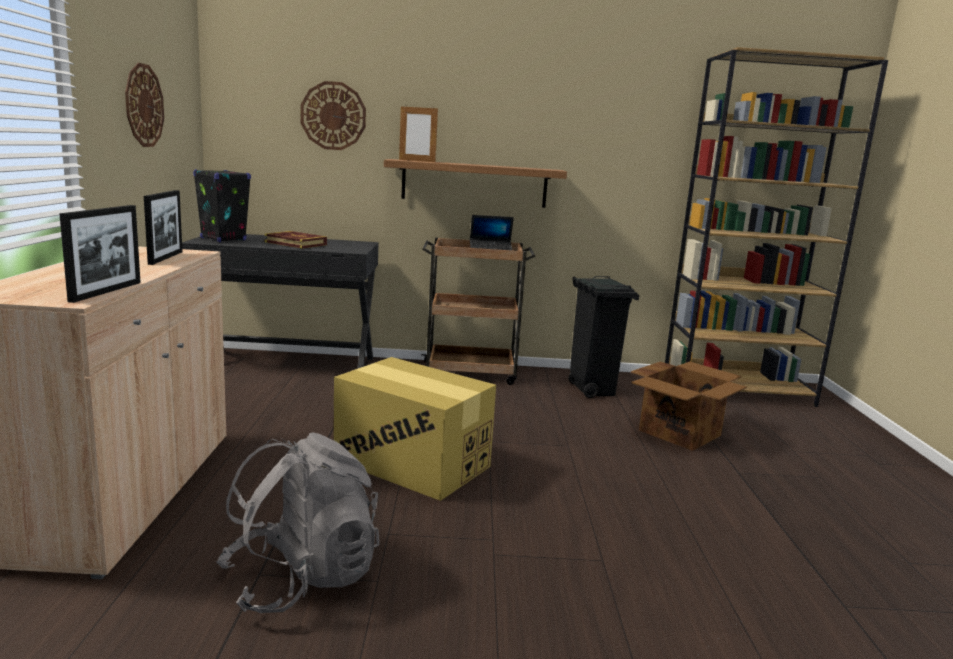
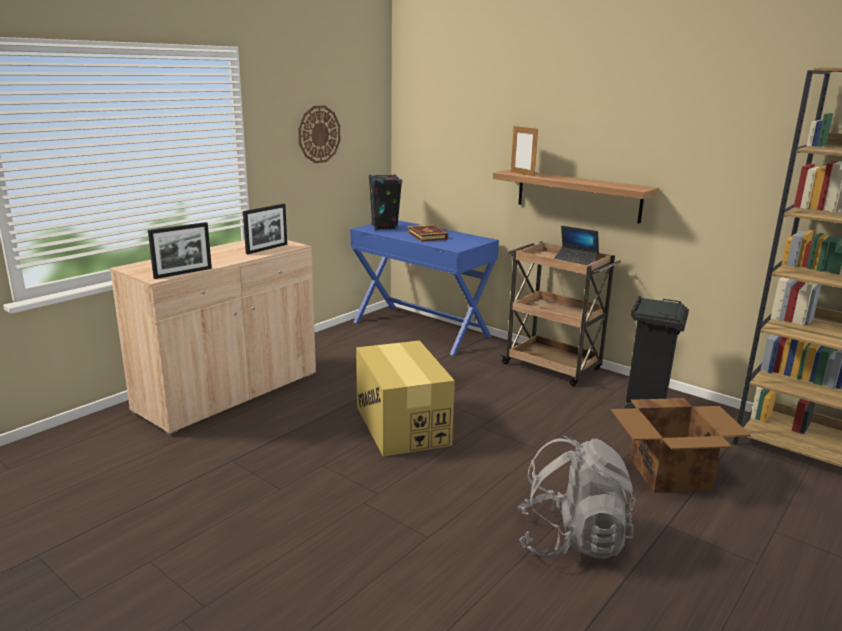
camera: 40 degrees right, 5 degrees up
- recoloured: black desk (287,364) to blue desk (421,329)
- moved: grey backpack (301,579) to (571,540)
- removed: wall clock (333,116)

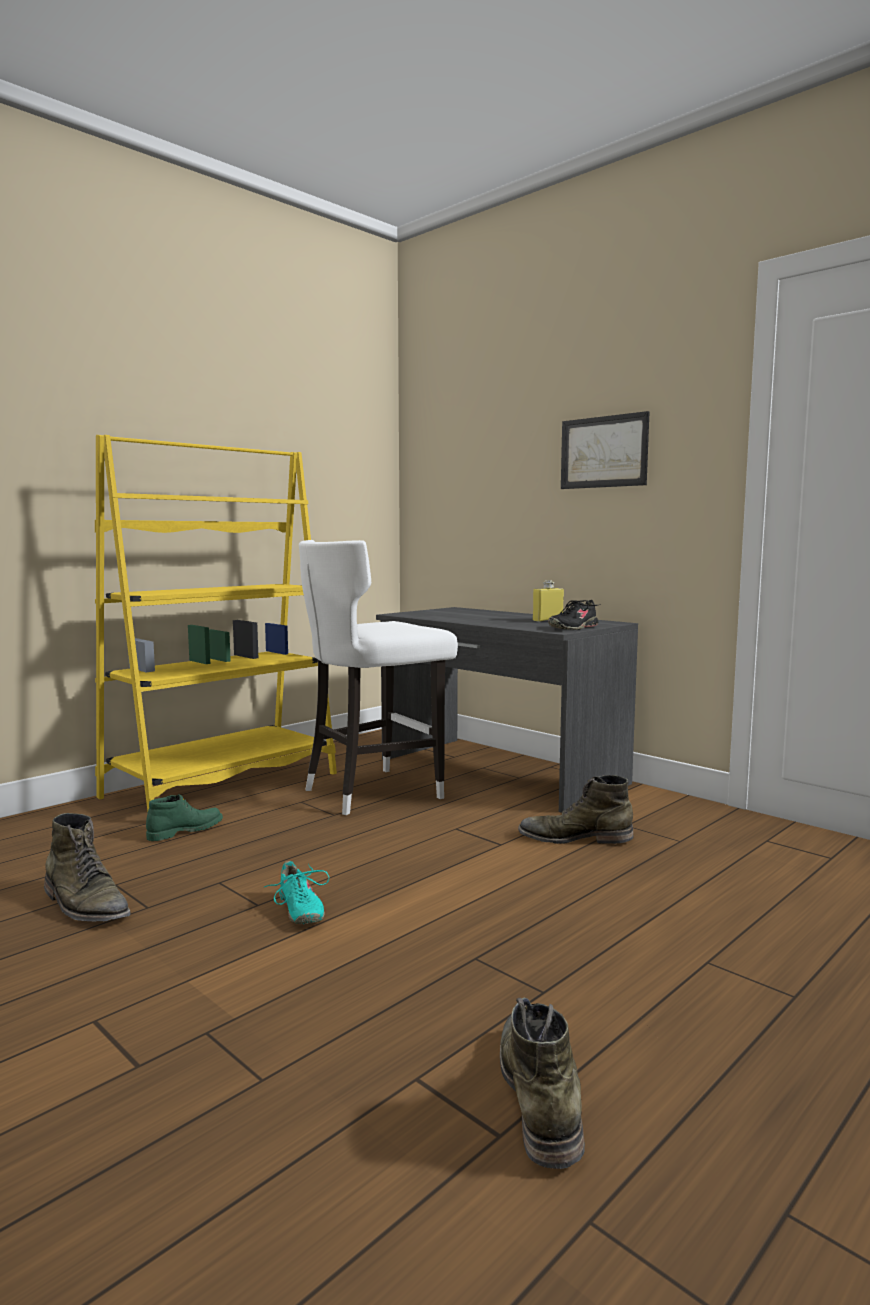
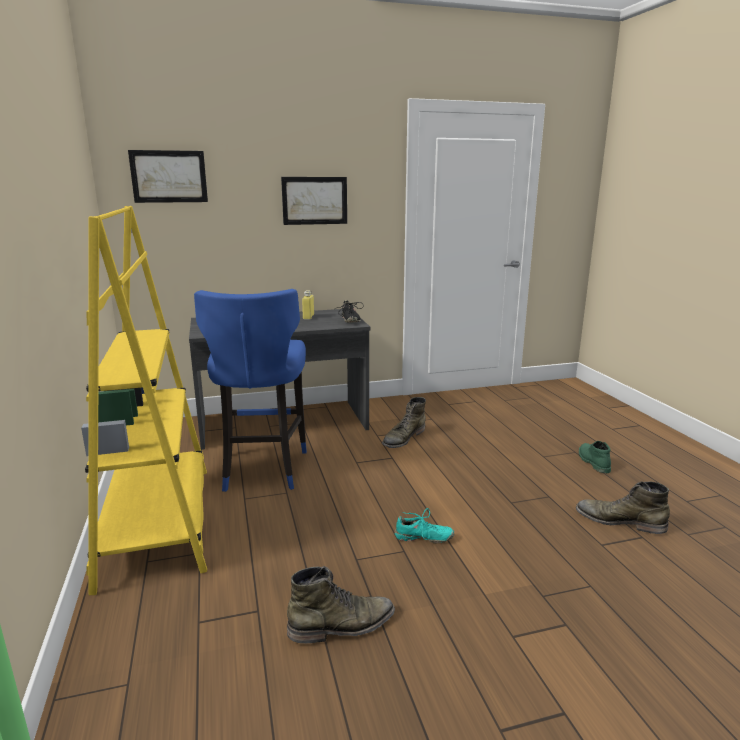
camera: 60 degrees left, 10 degrees up
- added: picture (169,176)
- recoloured: white stool (373,792) to blue stool (262,469)
- moved: green boot (185,831) to (592,462)

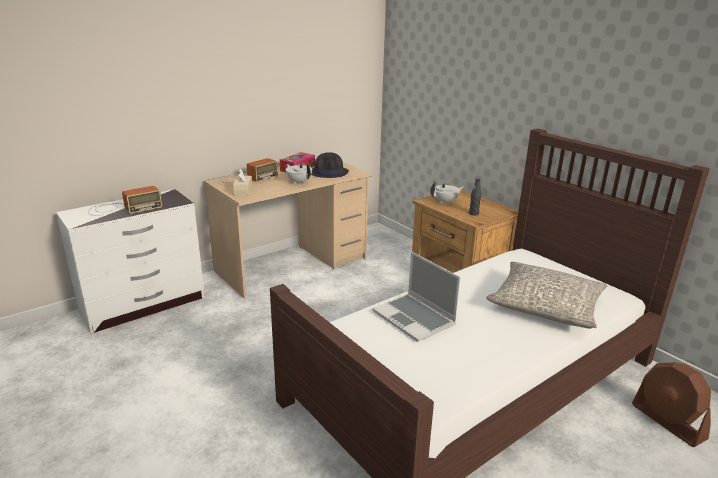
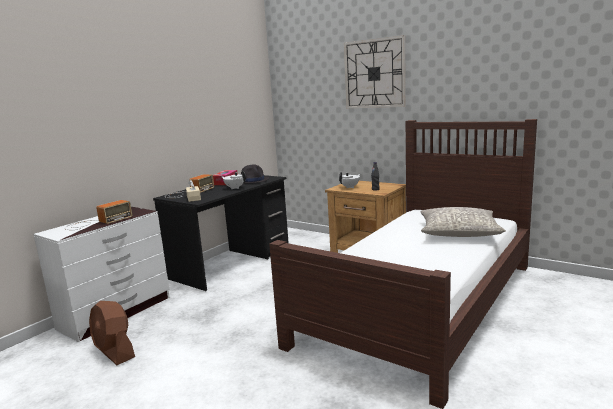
camera: 15 degrees left, 10 degrees down
- moved: brown fan (668,422) to (114,352)
- recoloured: beige desk (292,265) to black desk (232,263)
- added: wall clock (374,74)
- removed: laptop (415,318)

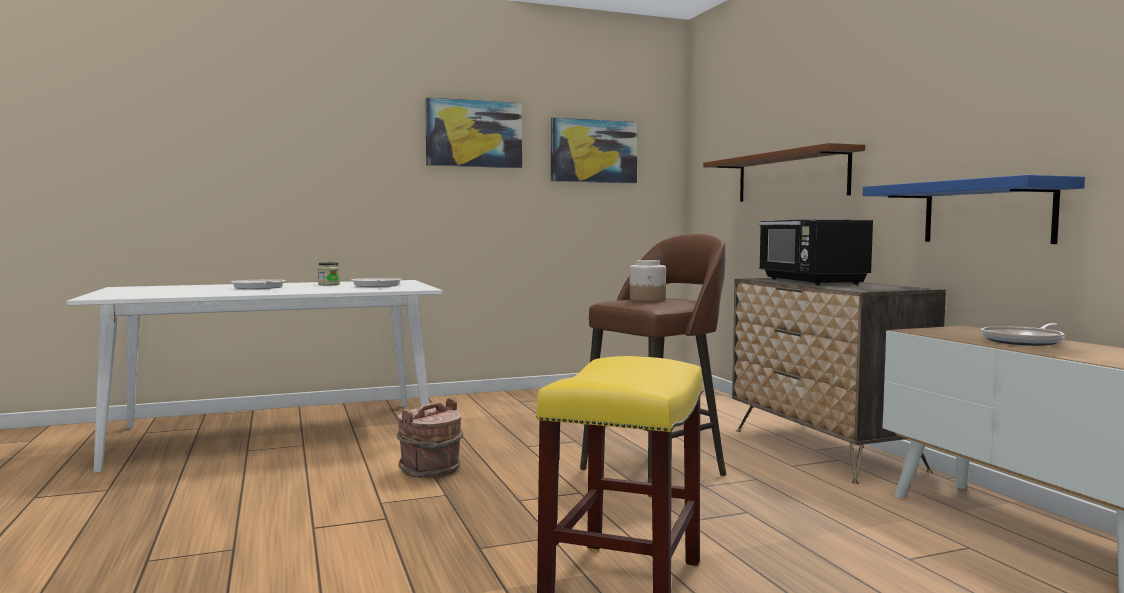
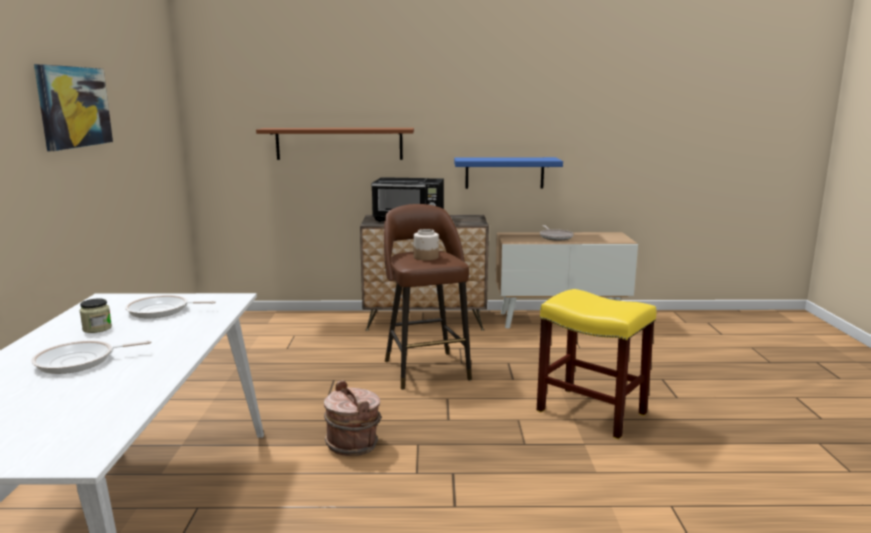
camera: 70 degrees left, 10 degrees up
- removed: picture (593,151)

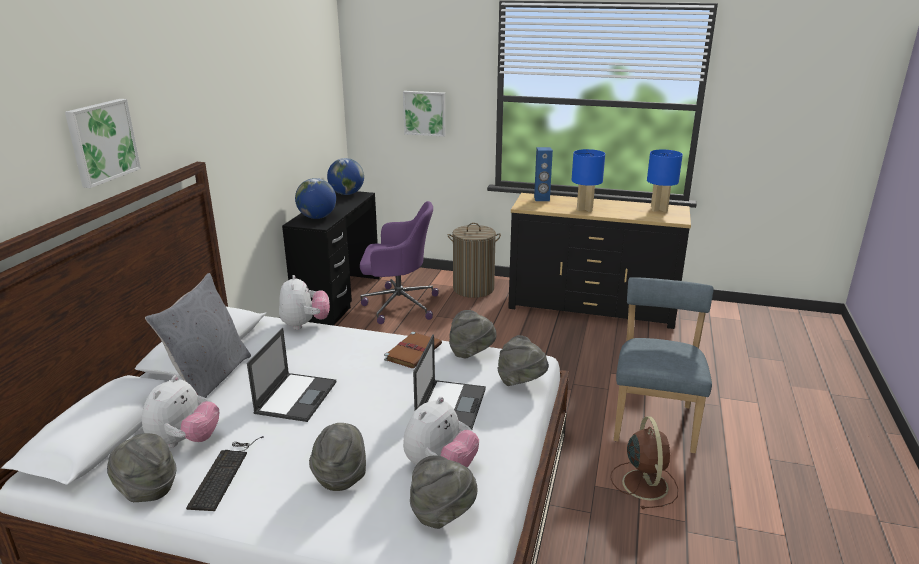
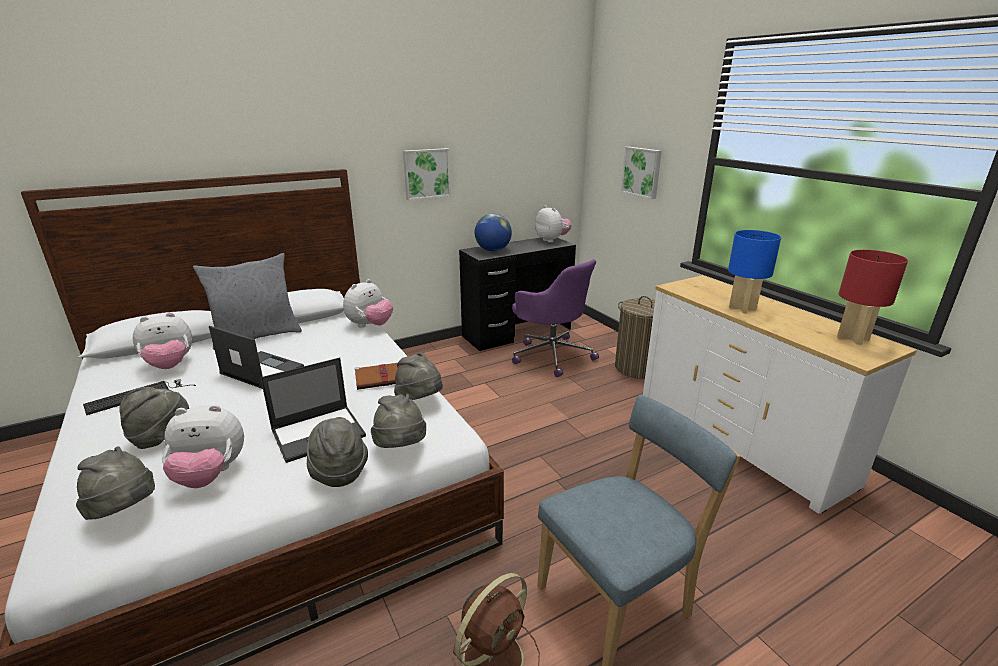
camera: 45 degrees right, 0 degrees up
- turned: laptop (296,397) = (261,370) 120 degrees counterclockwise
- moved: grey hat (147,489) to (338,472)
- moved: picture (101,141) to (426,173)
- replaced: globe (347,194) to plush toy (552,240)
- recoloured: black dresser (591,307) to white dresser (739,437)
- recoloured: blue table lamp (658,209) to red table lamp (852,338)
- removed: blue speaker (541,199)

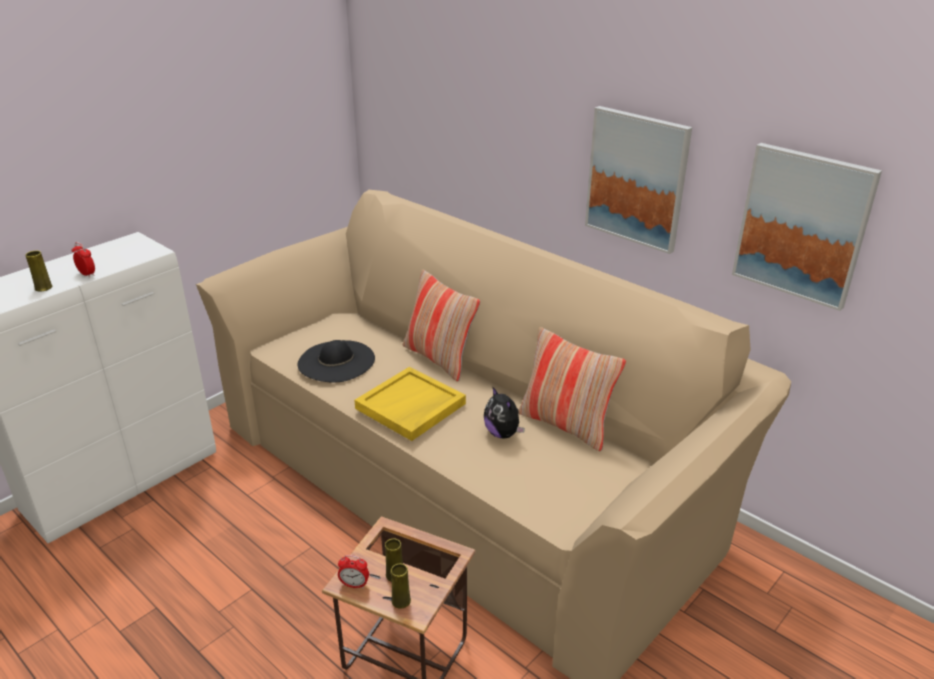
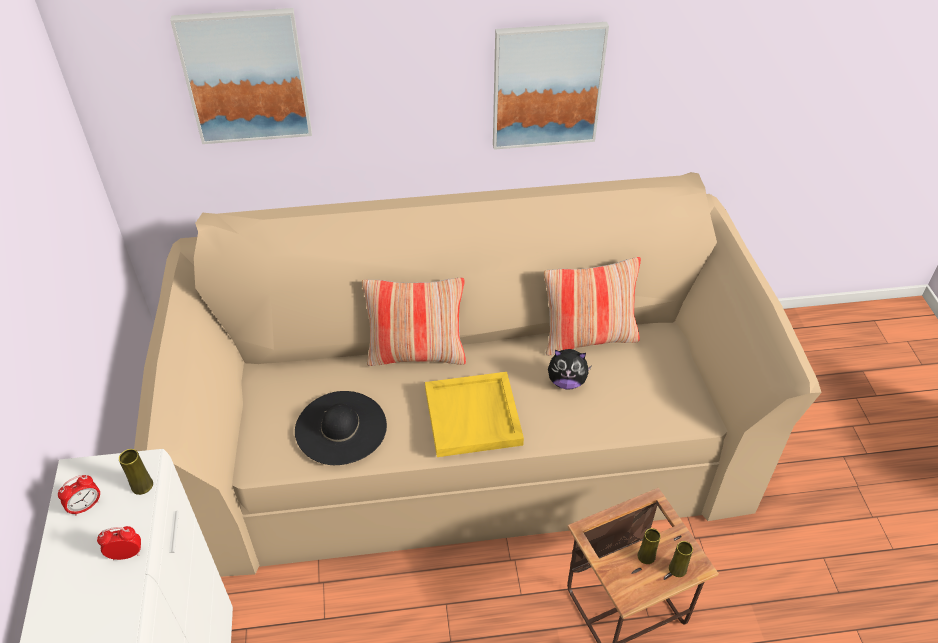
camera: 50 degrees left, 15 degrees up
- moved: alarm clock (354,584) to (86,506)
- moved: yellow vase (43,287) to (142,485)
- moved: picture (802,225) to (245,76)

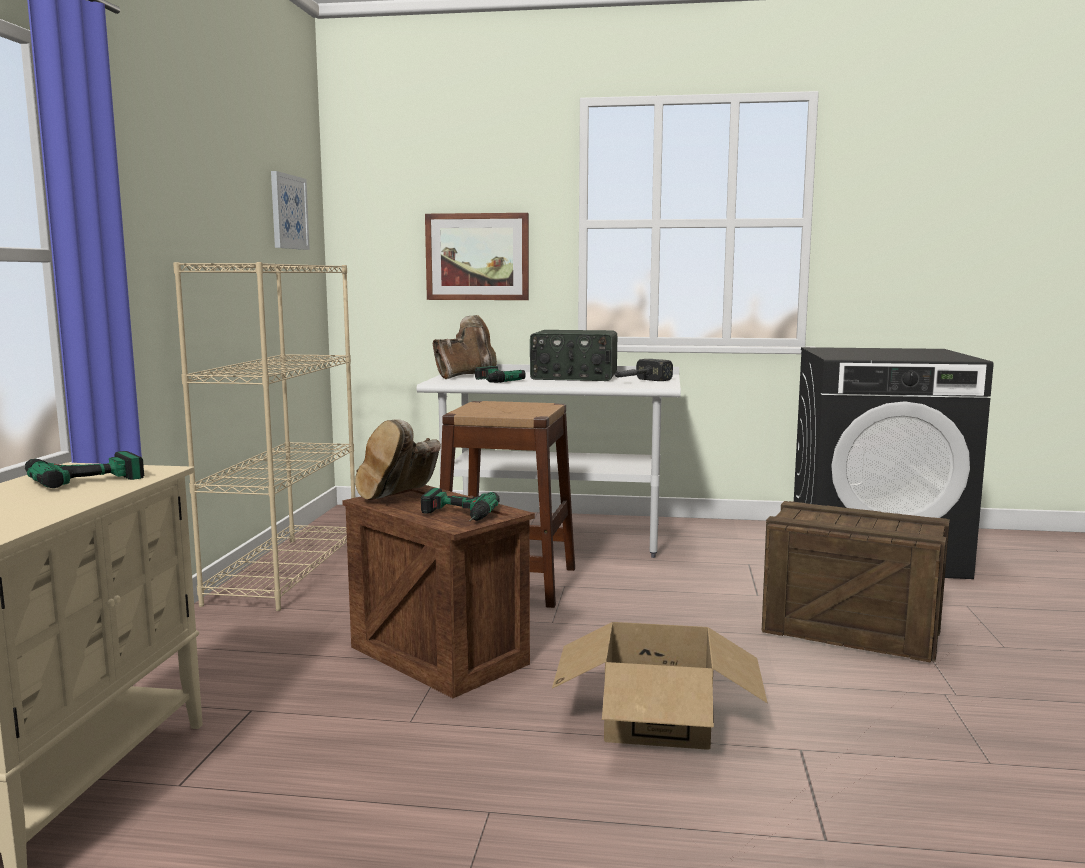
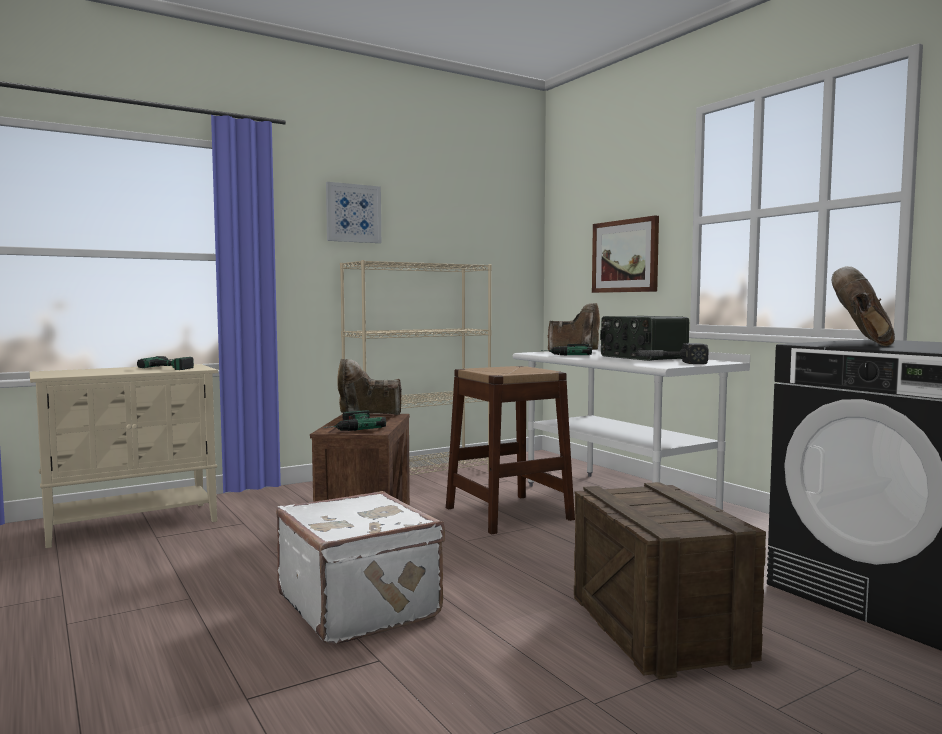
camera: 50 degrees right, 5 degrees down
- replaced: cardboard box (656,719) to white suitcase (360,605)
- moved: picture (288,212) to (353,213)
- added: brown boot (865,343)

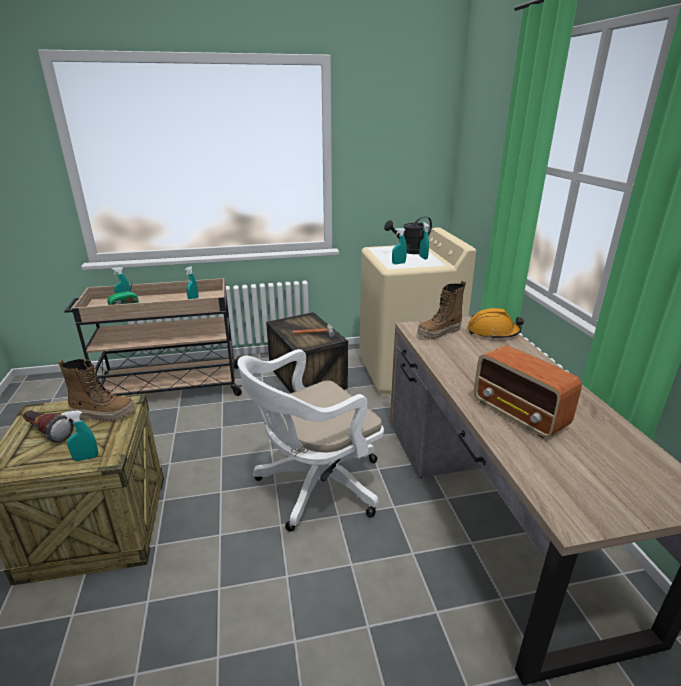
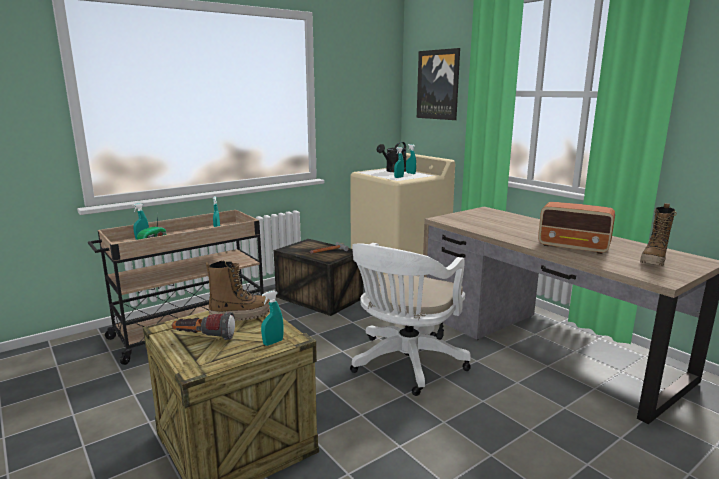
camera: 25 degrees left, 10 degrees down
- added: picture (438,84)
- moved: boot (439,333) to (654,261)
- removed: orange hard hat (493,332)

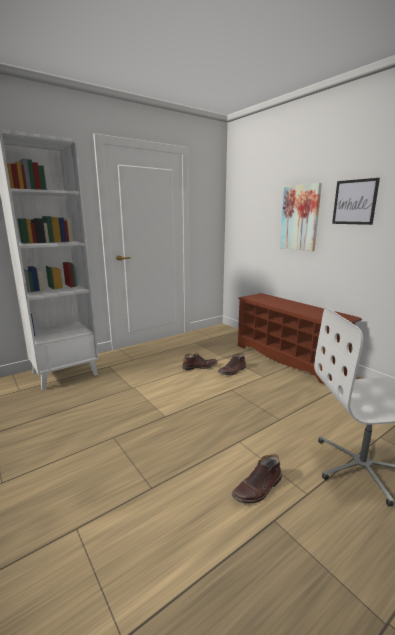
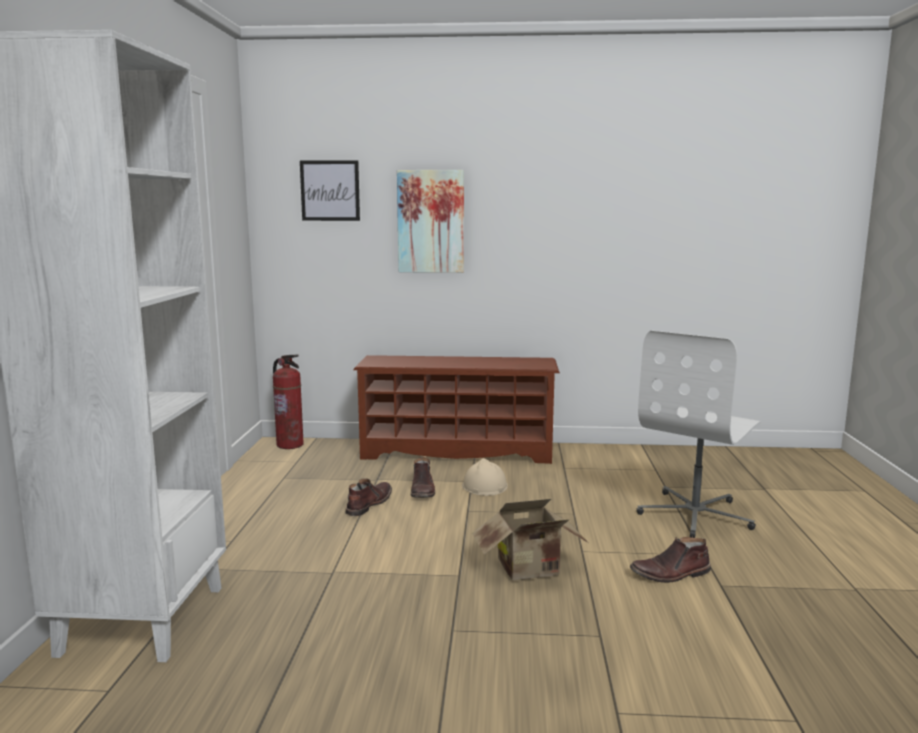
camera: 50 degrees left, 5 degrees down
- added: fire extinguisher (290,445)
- moved: picture (354,202) to (330,190)
- added: beige hard hat (484,486)
- added: cardboard box (531,570)
- turned: brown boot (258,488) = (670,574) 75 degrees clockwise

